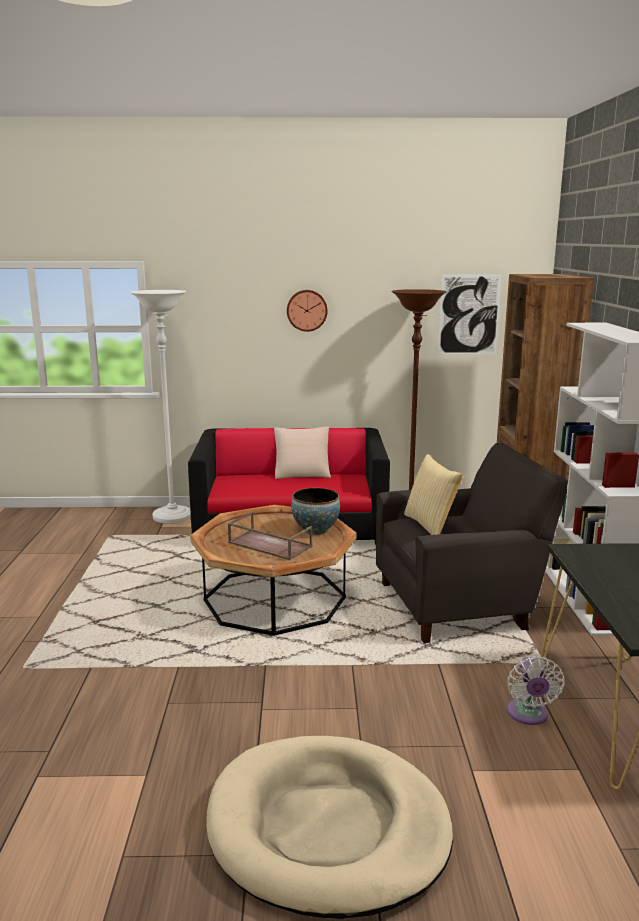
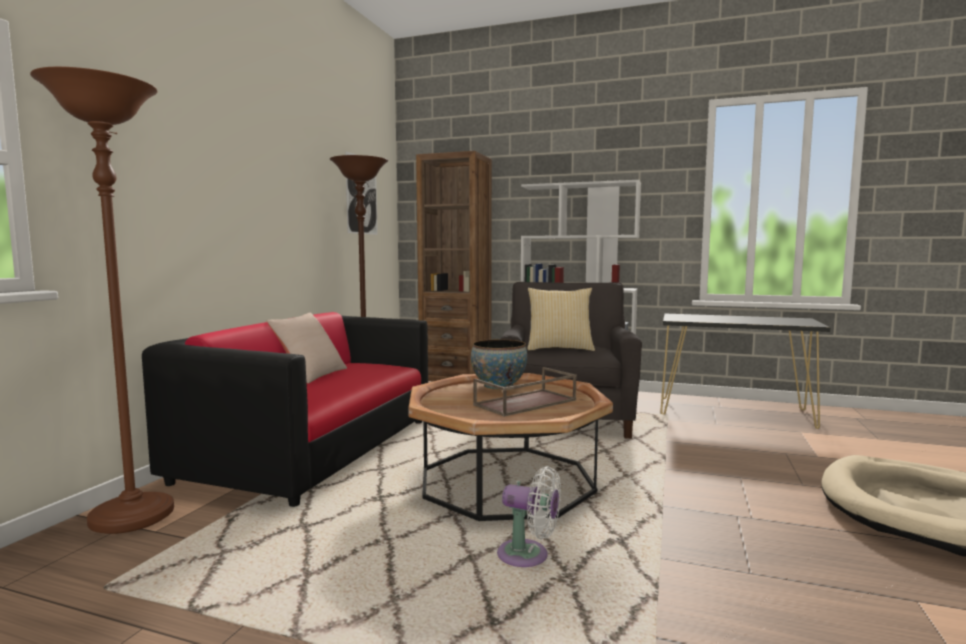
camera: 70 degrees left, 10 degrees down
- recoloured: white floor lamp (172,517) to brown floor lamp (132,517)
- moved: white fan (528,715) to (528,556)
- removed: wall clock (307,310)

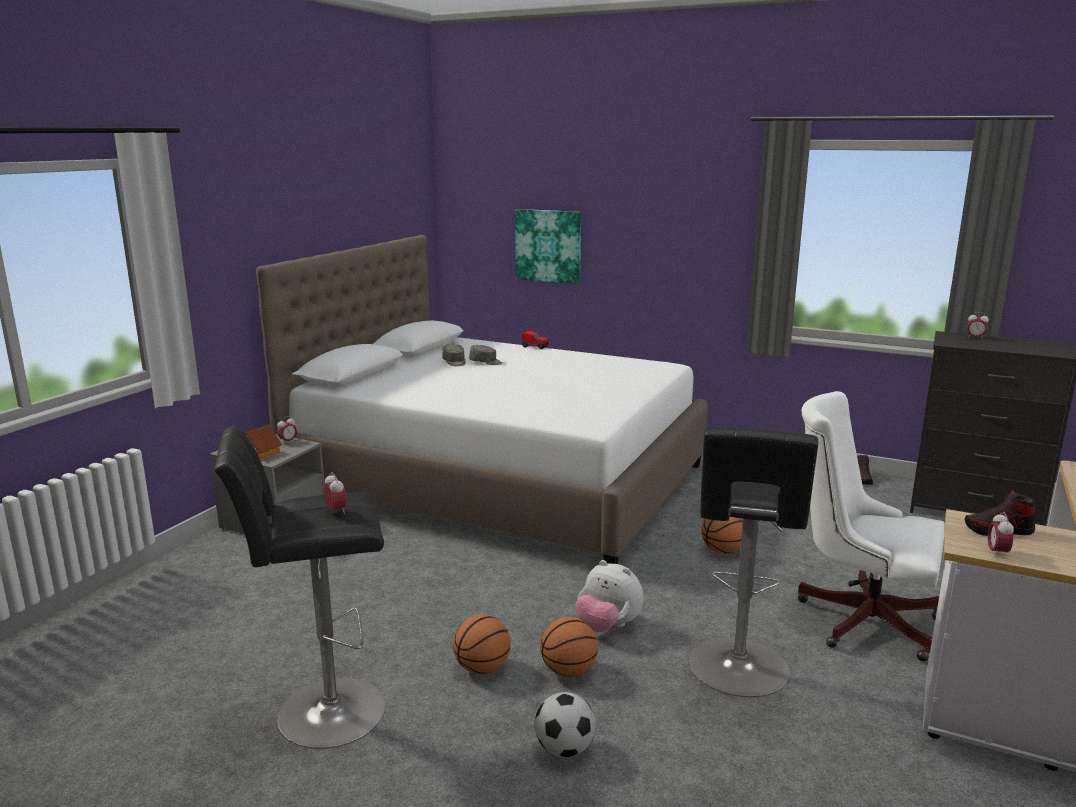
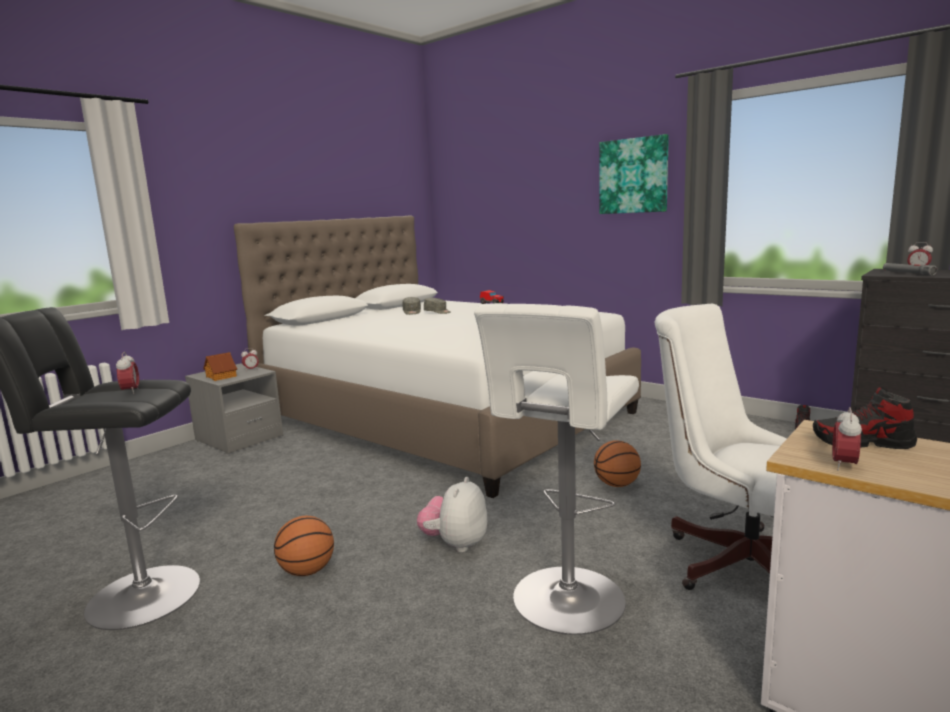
camera: 15 degrees right, 5 degrees down
- turned: plush toy (608,626) = (455,544) 60 degrees clockwise
- recoloured: black stool (738,671) to white stool (565,603)
- moved: picture (548,246) to (633,176)
- added: grey flashlight (907,273)
- removed: football (564,749)
- removed: basketball (568,671)

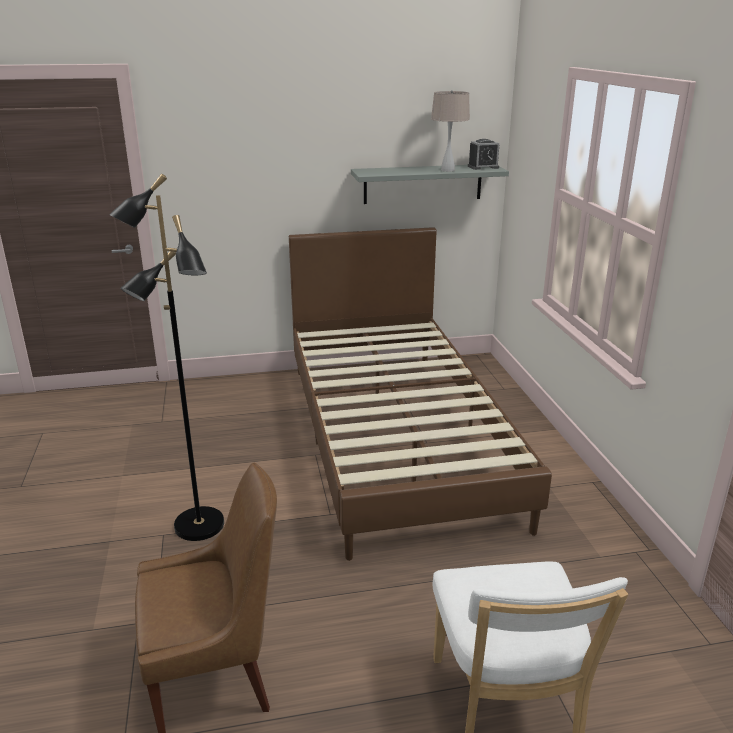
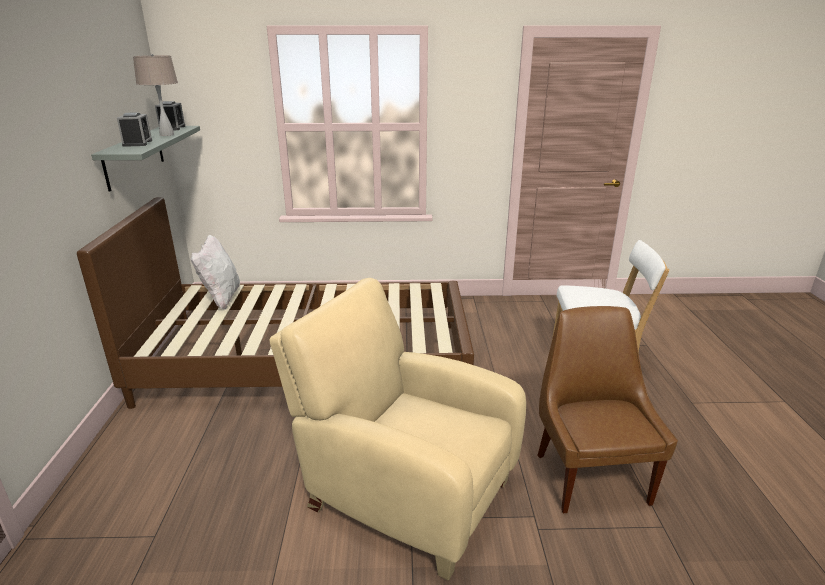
camera: 80 degrees left, 0 degrees up
- added: alarm clock (137,143)
- added: white pillow (221,299)
- replaced: black floor lamp (198,526) to beige armchair (403,491)

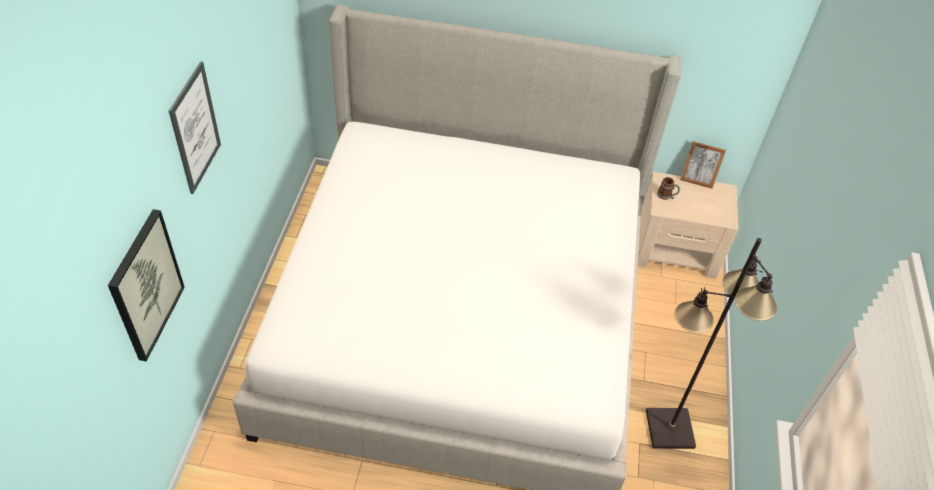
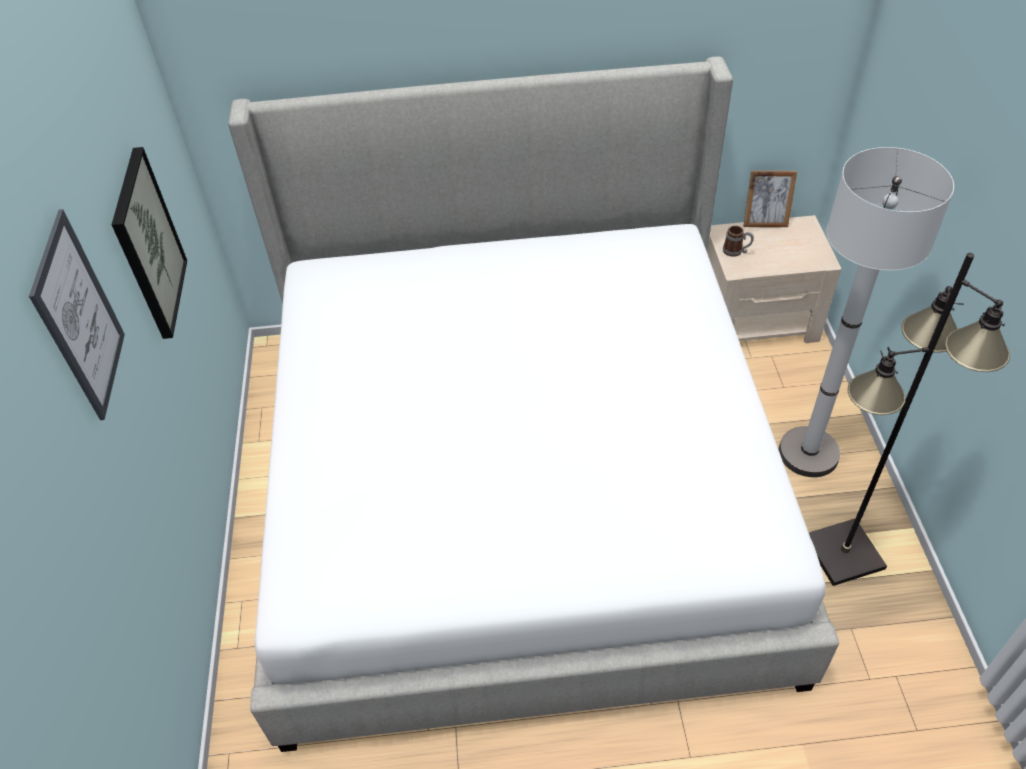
camera: 10 degrees left, 0 degrees up
- moved: picture (145,285) to (148,244)
- added: white floor lamp (808,453)

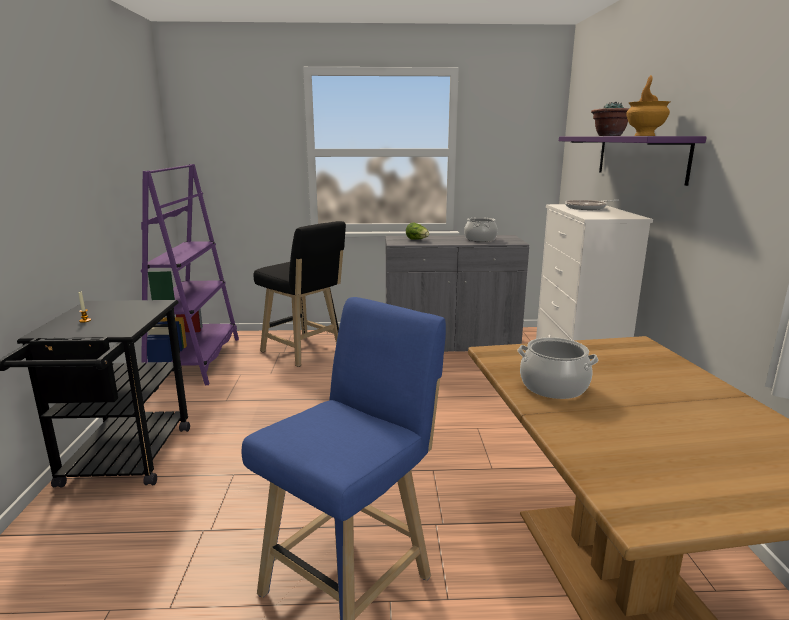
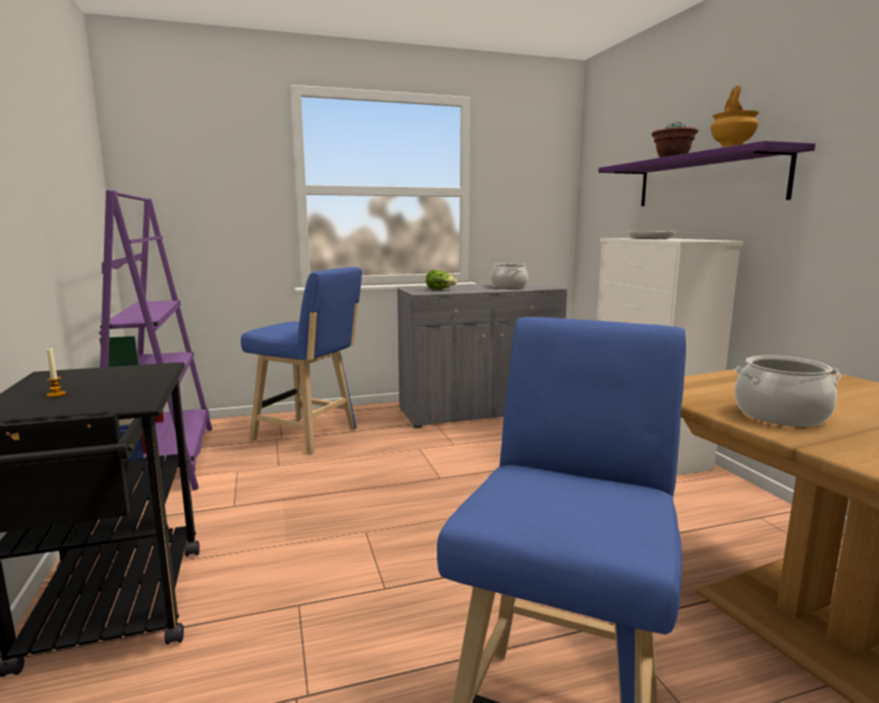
camera: 15 degrees left, 5 degrees down
- recoloured: black stool (304,352) to blue stool (309,436)

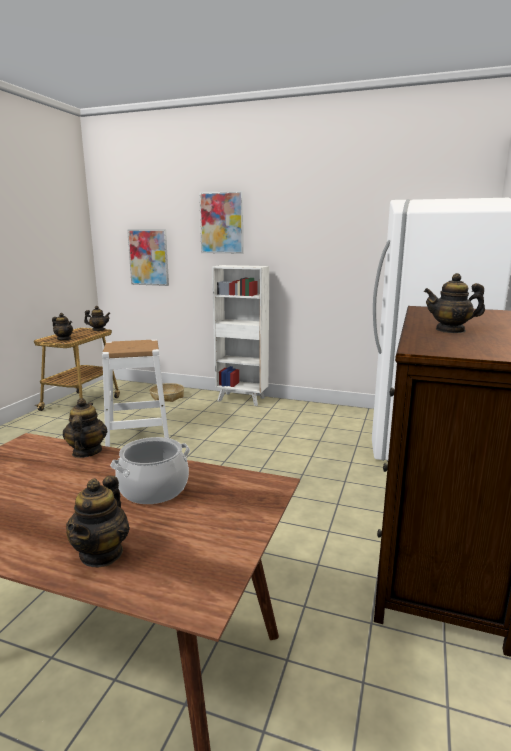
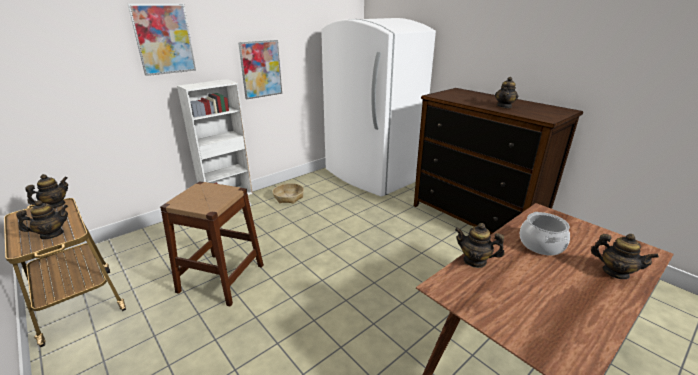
camera: 60 degrees left, 10 degrees up
- recoloured: white stool (138,432) to brown stool (221,278)
- moved: picture (148,257) to (261,69)
- moved: basket (167,397) to (288,197)

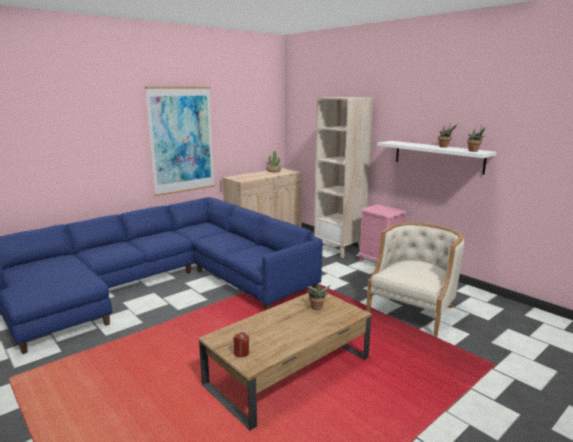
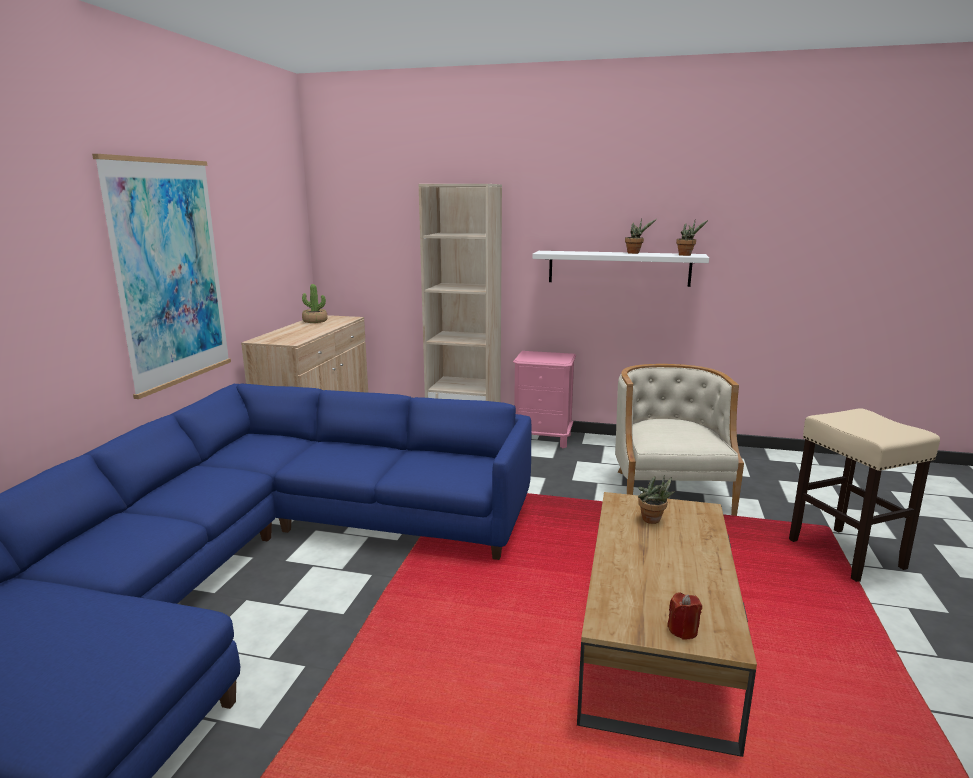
camera: 35 degrees left, 0 degrees up
- added: beige stool (847,554)

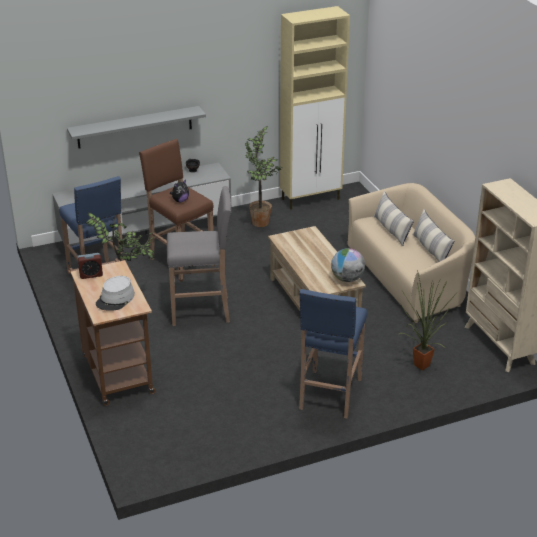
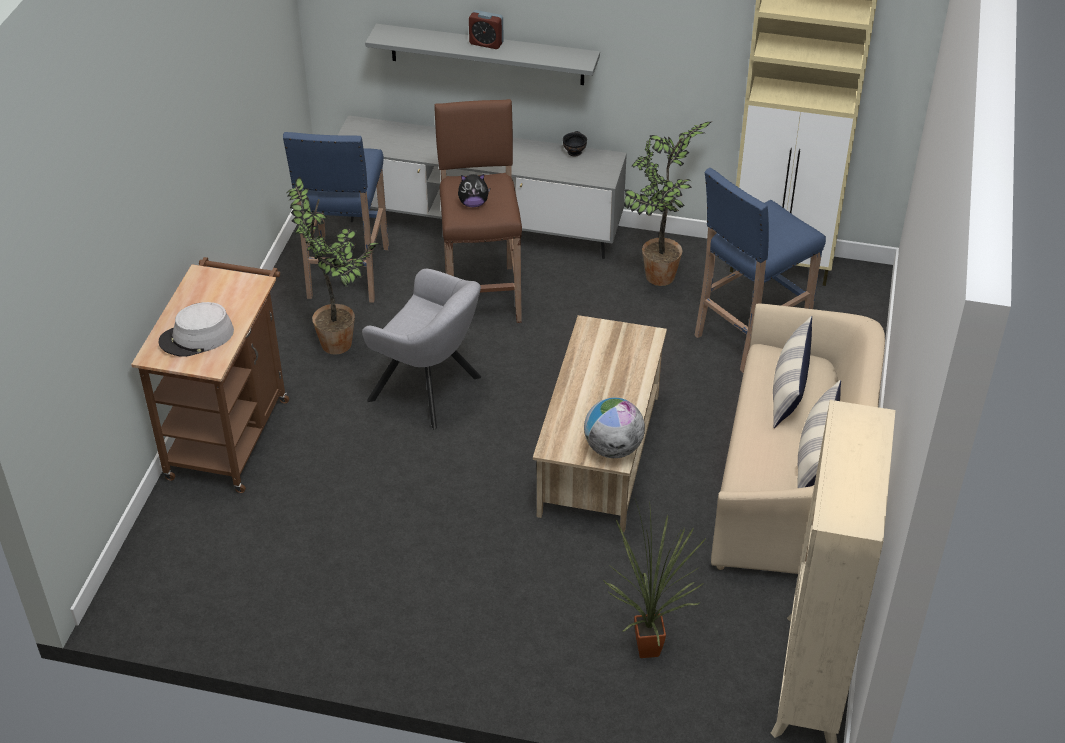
camera: 35 degrees right, 10 degrees up
- replaced: grey stool (202,311) to grey armchair (430,391)
- moved: alarm clock (91,275) to (486,43)
- moved: blue stool (329,395) to (749,336)

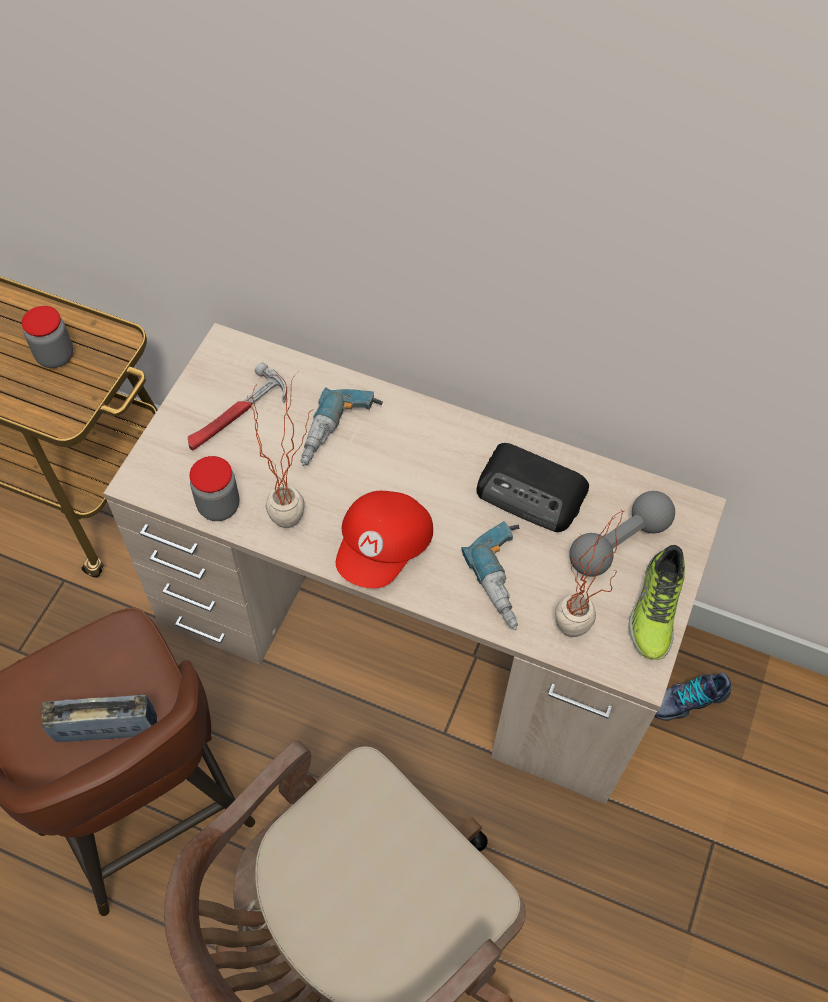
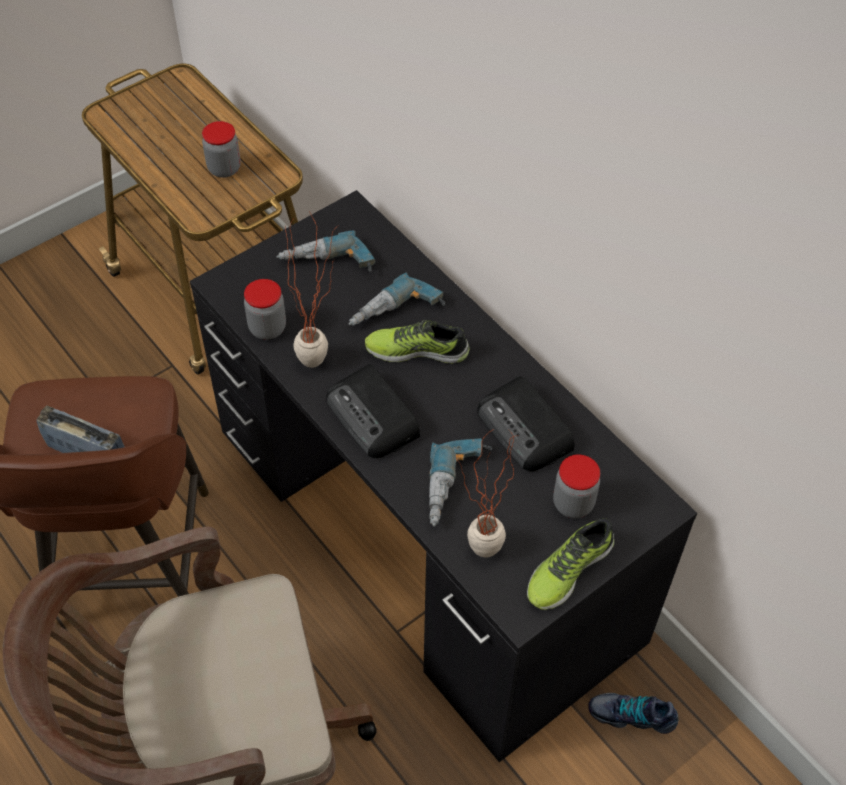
camera: 30 degrees right, 5 degrees down
- recoloured: beige desk (412,628) to black desk (423,534)
- replaced: hammer (237,415) to power drill (326,266)
- replaced: red cap (384,548) to radio (374,417)
- added: shoe (417,349)
- replaced: grey dumbbell (619,543) to jar (573,503)

